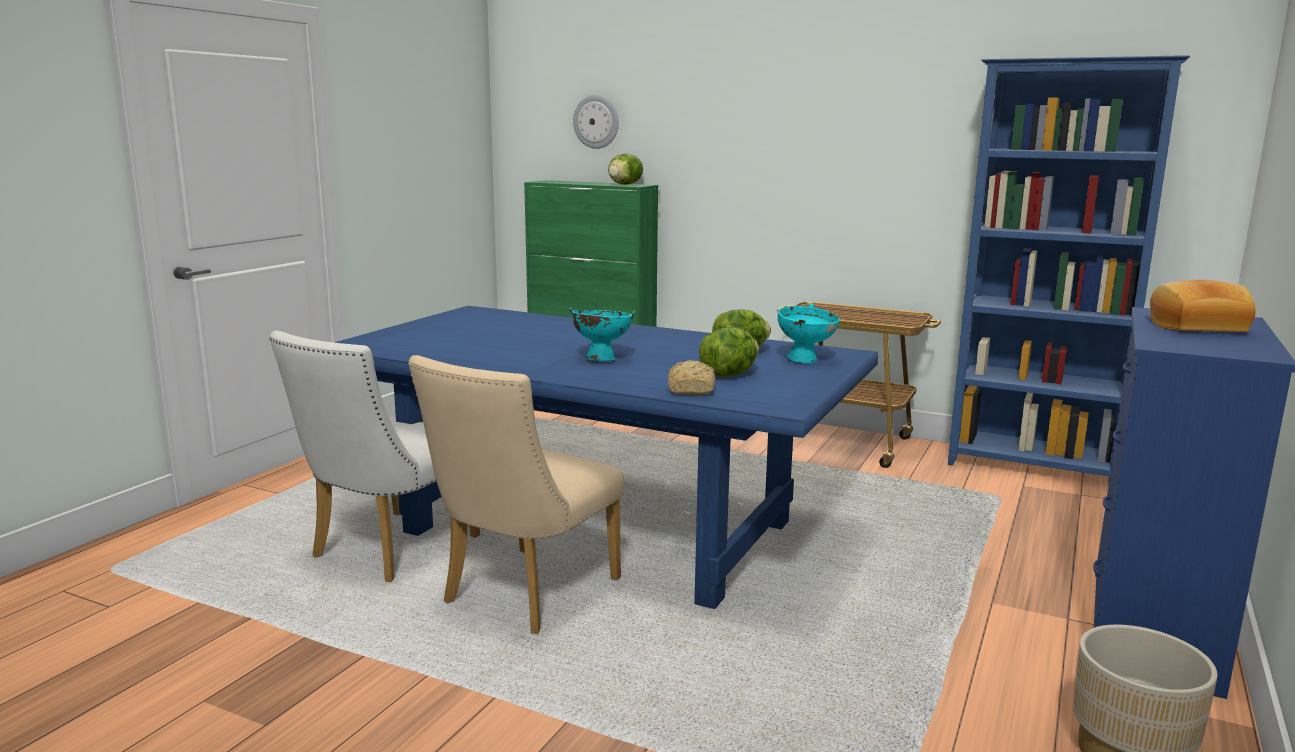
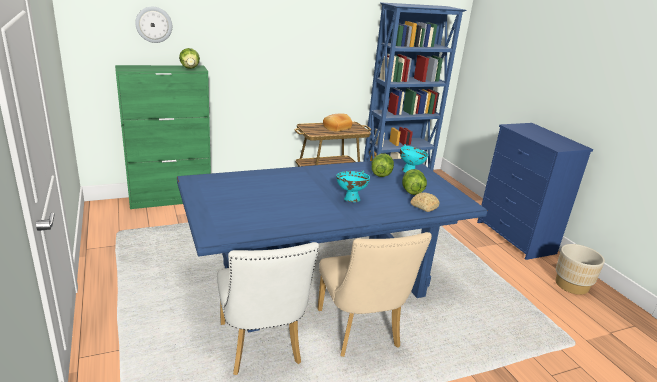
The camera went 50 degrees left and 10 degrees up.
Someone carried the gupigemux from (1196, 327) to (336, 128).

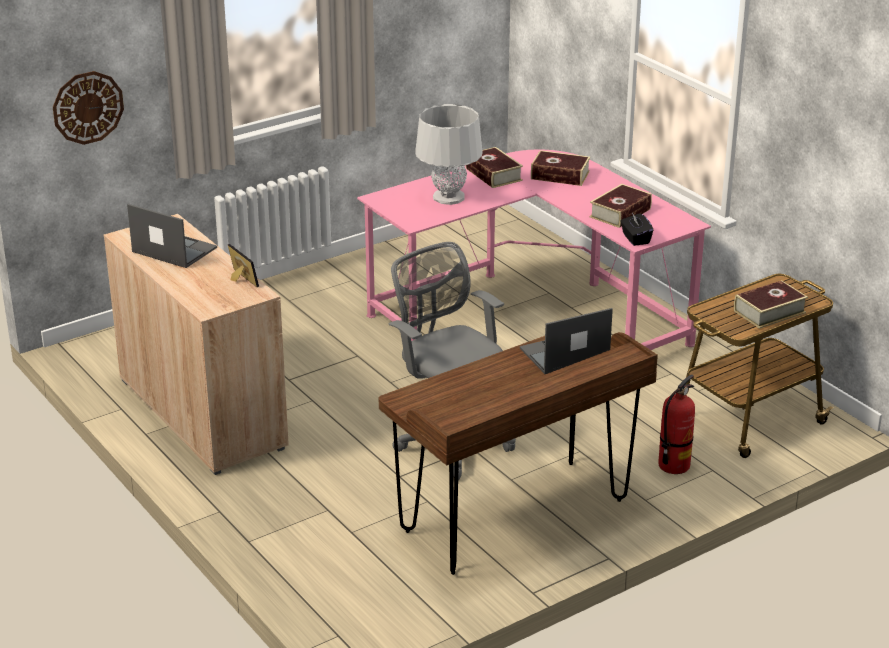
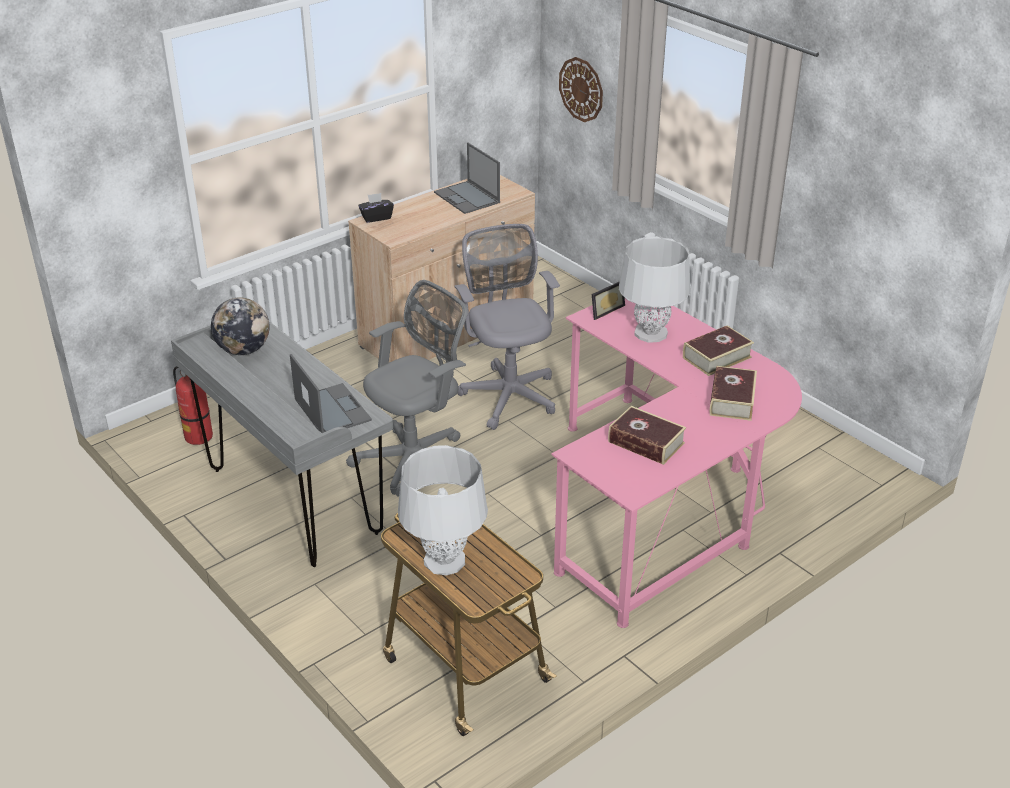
The camera went 85 degrees right and 5 degrees up.
Someone put down the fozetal at (243, 350).
Someone put down the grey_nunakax at (508, 393).
Someone carried the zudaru from (239, 280) to (604, 310).
Someone carried the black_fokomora from (635, 239) to (376, 217).
Someone carried the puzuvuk from (673, 465) to (199, 437).
Someone swapped the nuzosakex at (769, 312) for the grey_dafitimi at (445, 561).
Someone repainted the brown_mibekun at (515, 516), which became the grey_mibekun at (293, 502).
Someone rotated the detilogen at (173, 249) by 120 degrees clockwise.

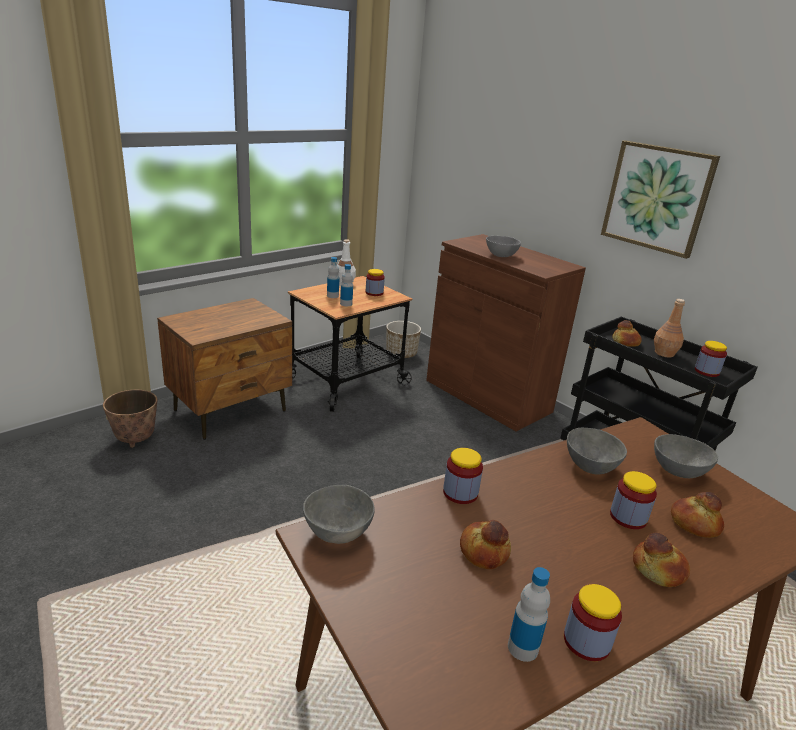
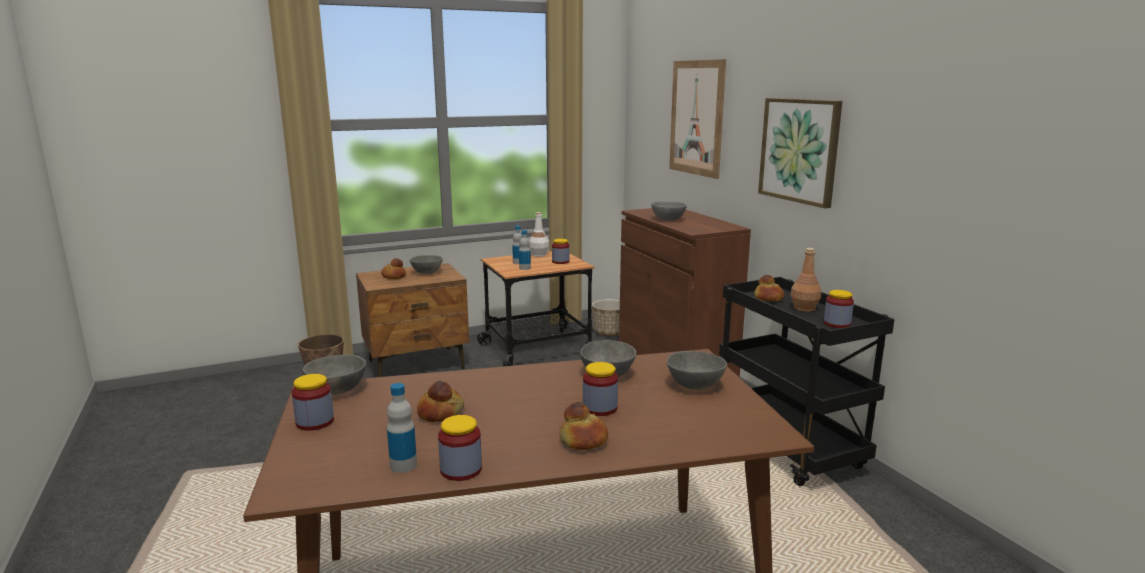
The camera went 20 degrees right and 10 degrees down.
Someone put down the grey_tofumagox at (427, 273).
Someone put up the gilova at (696, 118).
Someone carried the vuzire from (460, 493) to (315, 422).
Someone carried the gupigemux from (694, 524) to (394, 276).

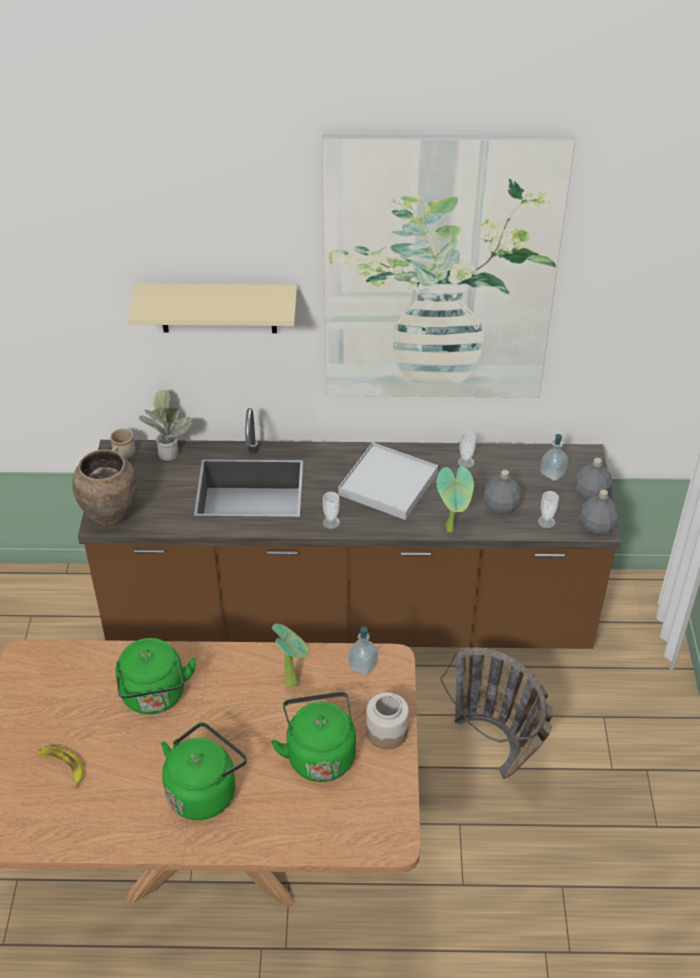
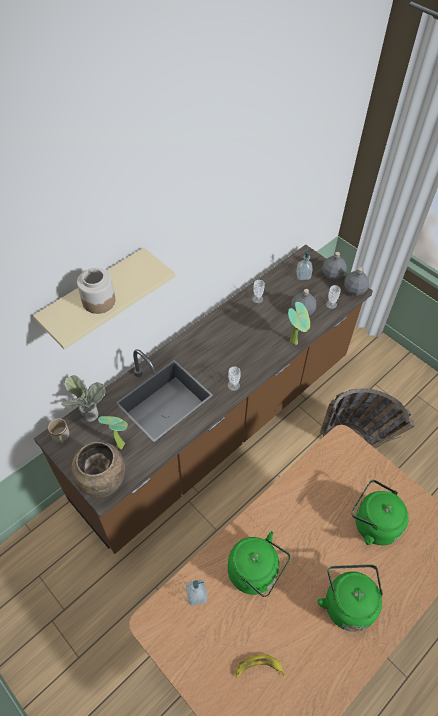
The camera went 45 degrees left and 10 degrees up.
Someone took away the gilova at (439, 274).
Someone took away the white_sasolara at (388, 484).
Someone carried the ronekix from (293, 681) to (120, 443).
Someone carried the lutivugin from (363, 665) to (196, 595).
Someone carried the vuzire from (386, 731) to (98, 301).

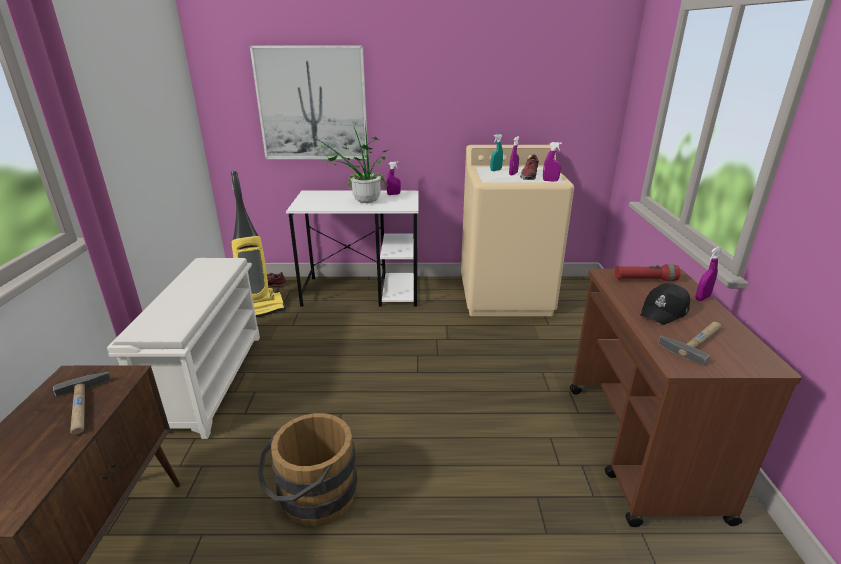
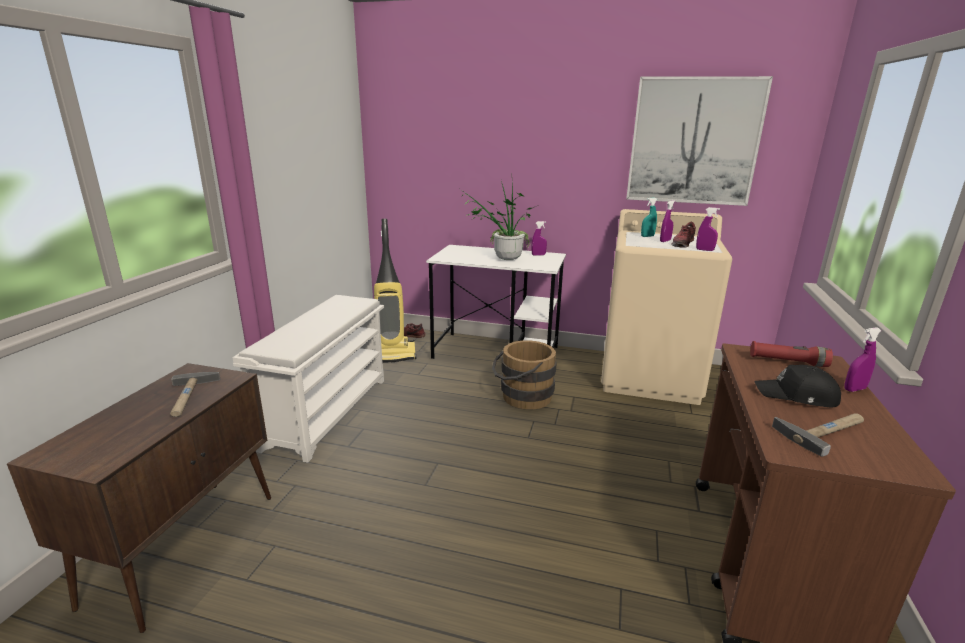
The camera went 15 degrees right and 5 degrees down.
Someone carried the gilova from (312, 104) to (693, 141).
Someone carried the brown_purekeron from (311, 498) to (521, 397).
Someone rotated the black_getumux at (664, 311) by 45 degrees clockwise.

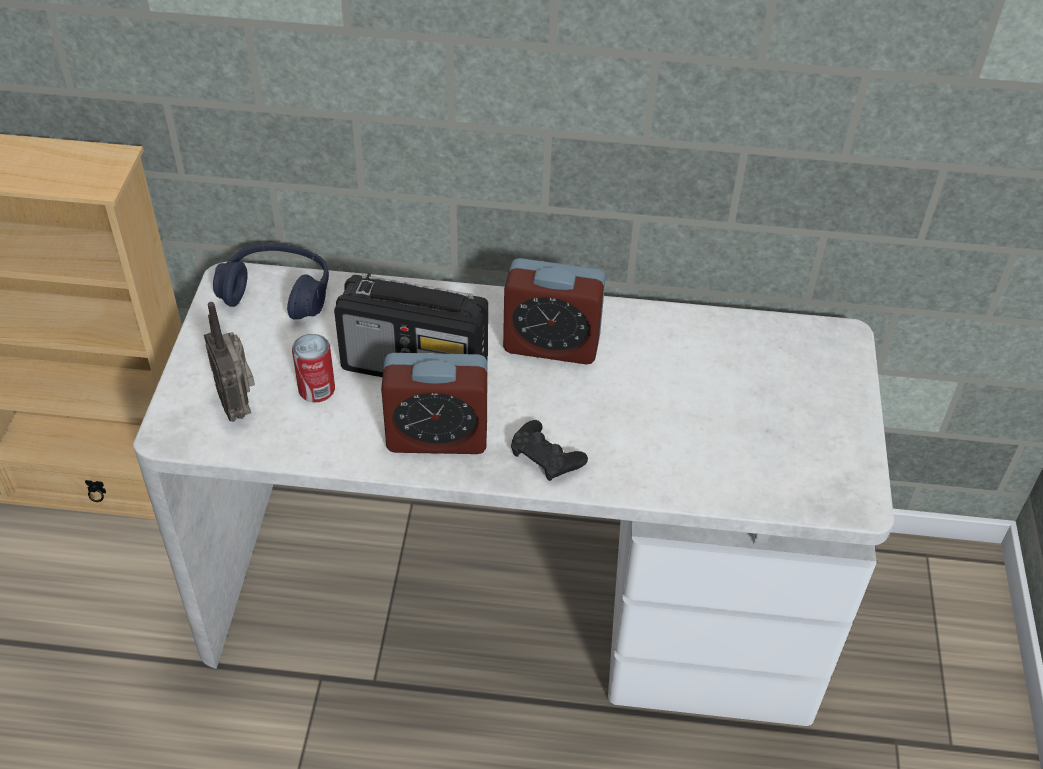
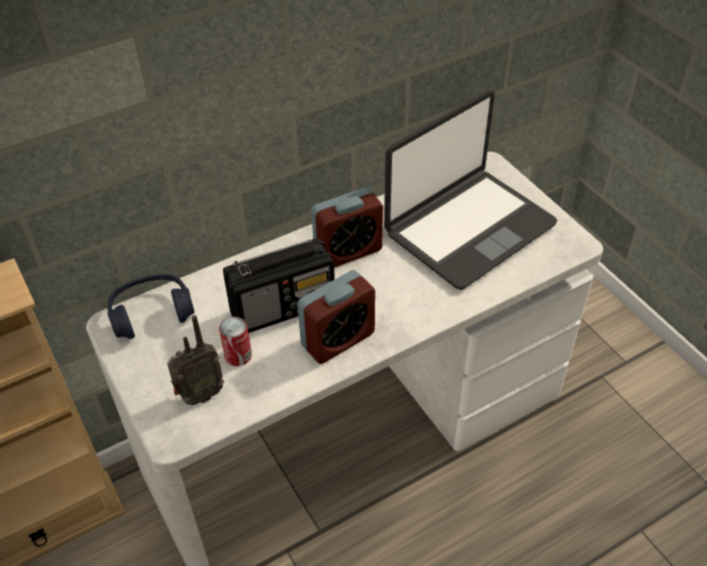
The camera went 35 degrees left and 0 degrees up.
Someone took away the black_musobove at (546, 457).
Someone put down the detilogen at (468, 228).
Someone rotated the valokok at (238, 406) by 60 degrees counterclockwise.

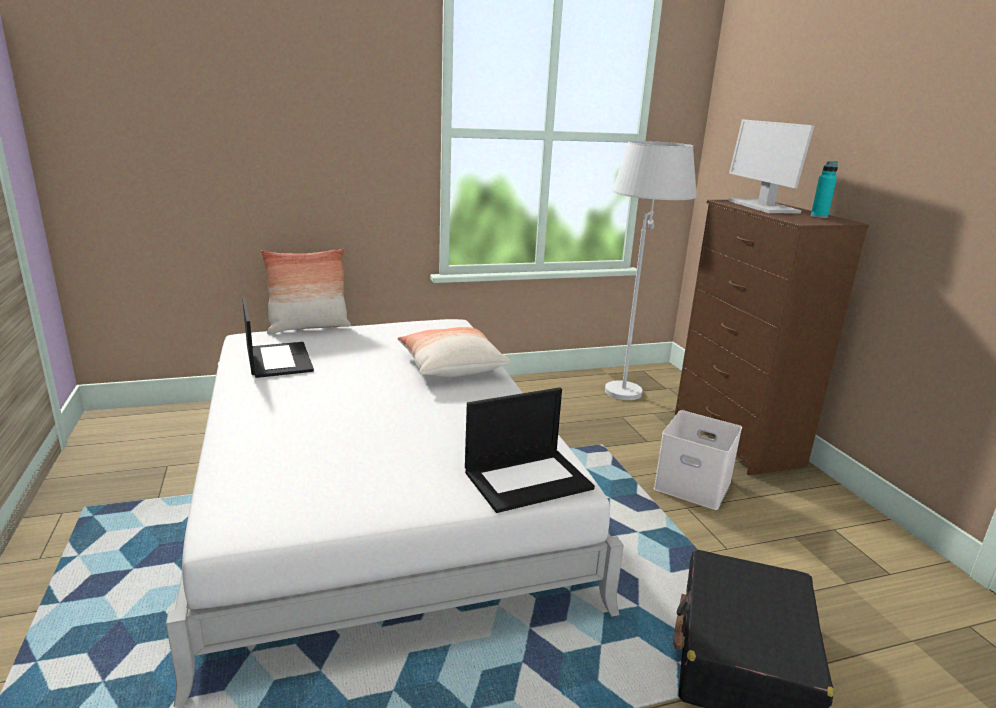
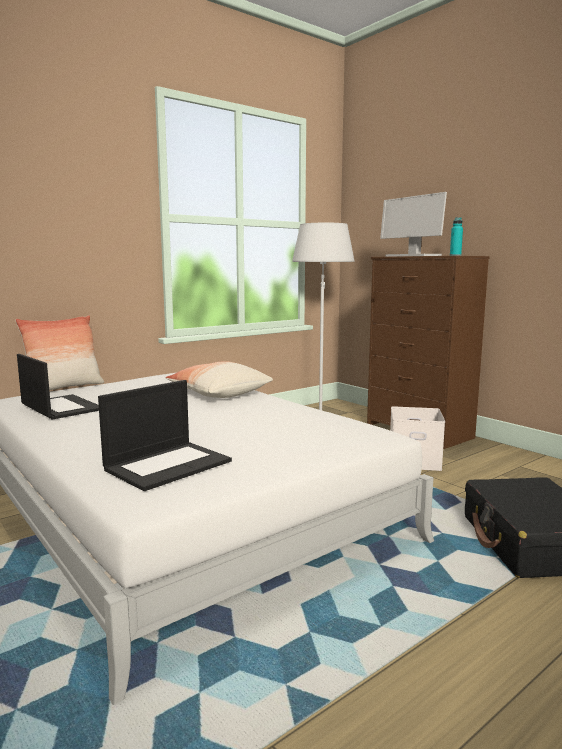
The camera went 20 degrees left and 10 degrees down.
Someone carried the detilogen from (528, 479) to (168, 465).

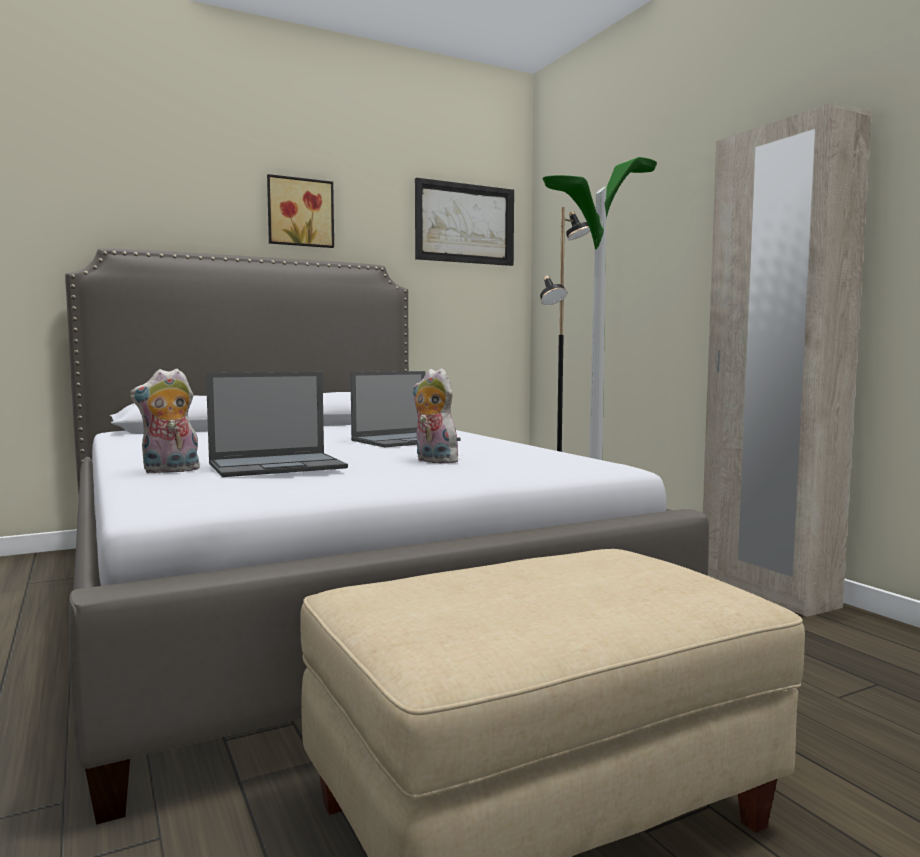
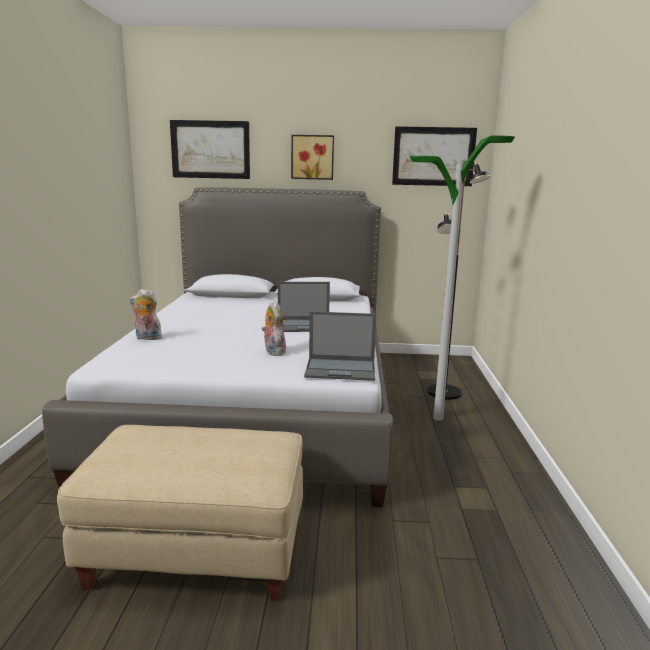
The camera went 30 degrees right and 10 degrees up.
Someone took away the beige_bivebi at (766, 592).
Someone put up the gilova at (210, 149).
Someone carried the detilogen from (278, 465) to (341, 369).

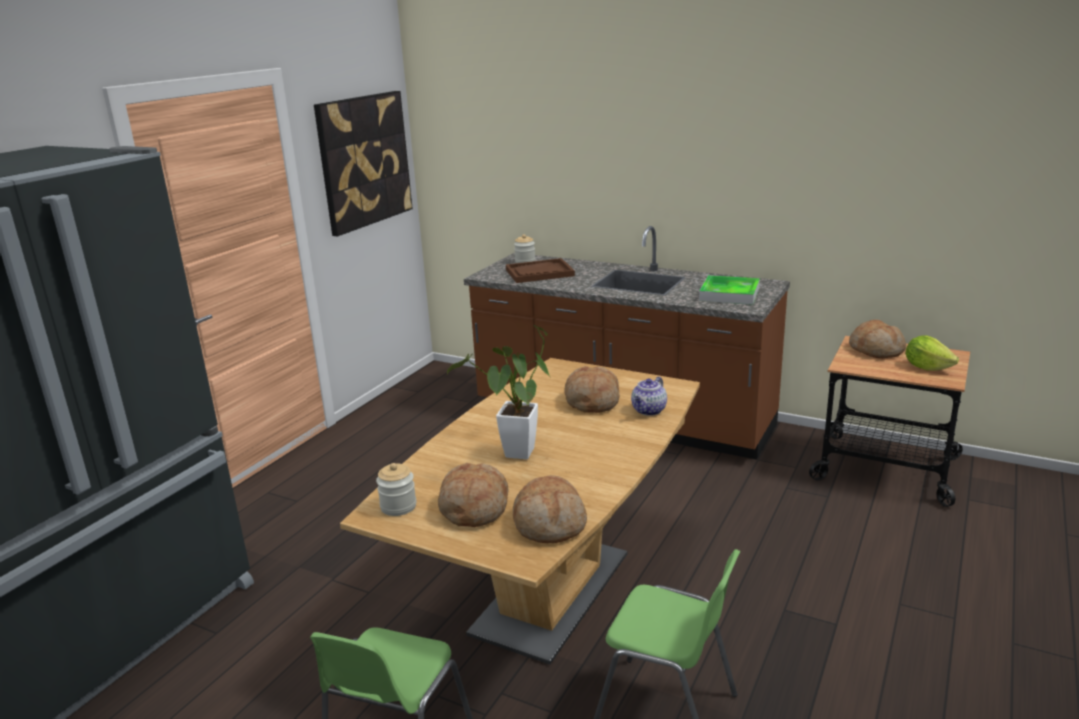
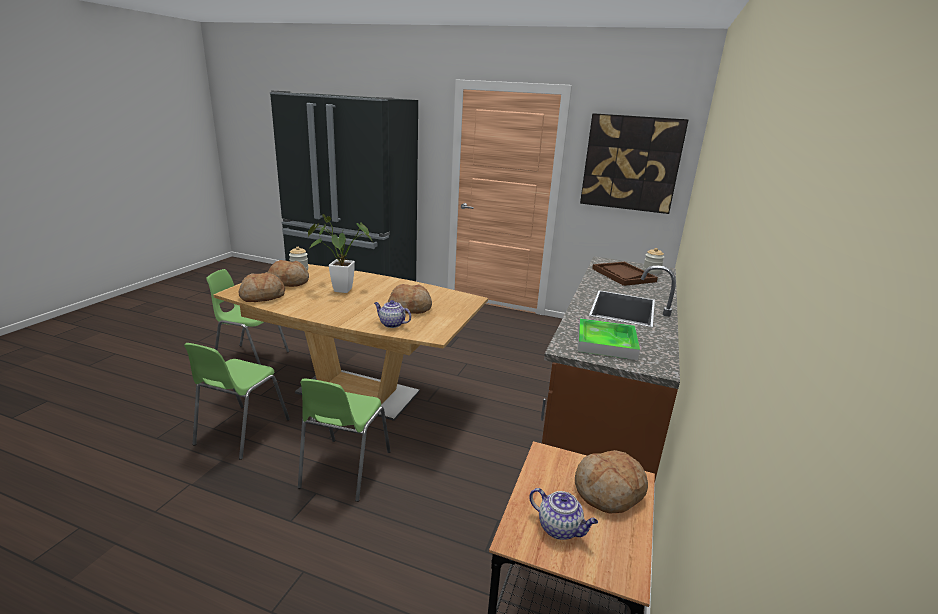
The camera went 80 degrees right and 0 degrees up.
Someone put down the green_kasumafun at (344, 469).
Someone swapped the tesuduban at (927, 367) for the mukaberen at (560, 528).

